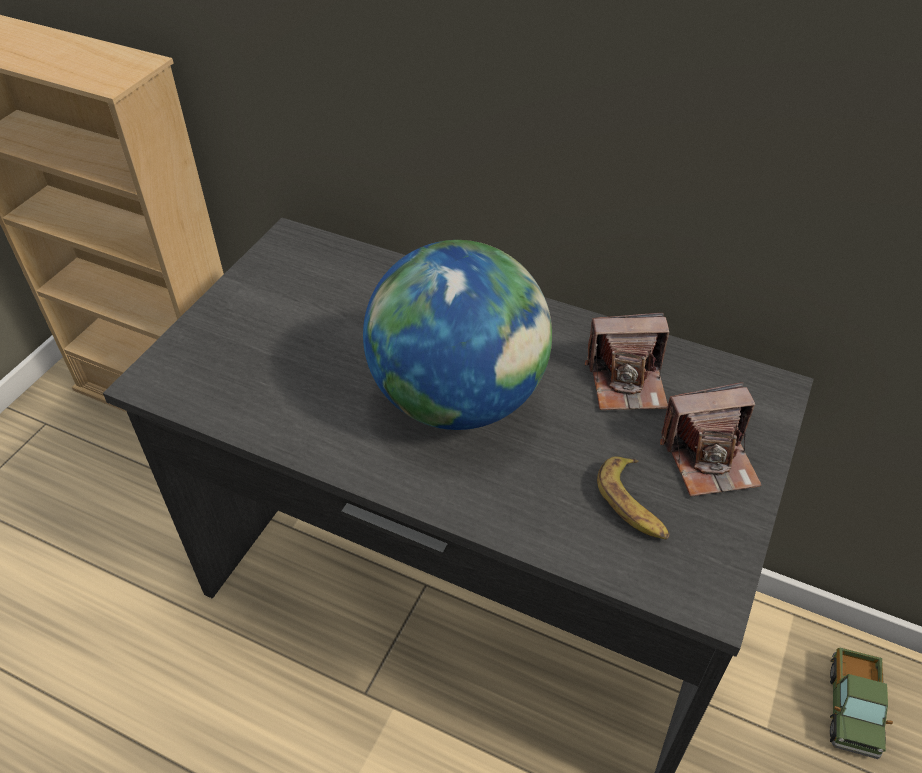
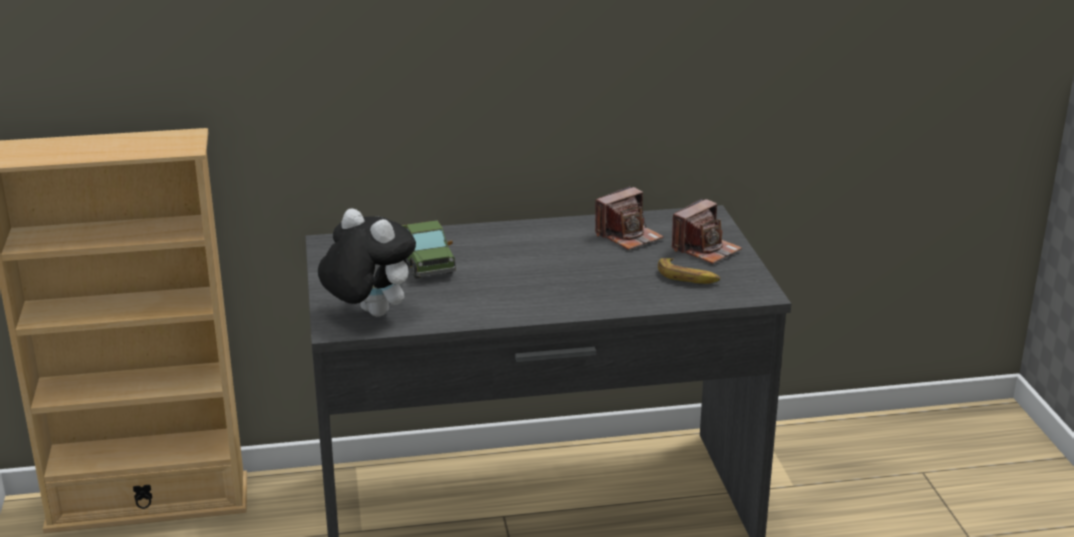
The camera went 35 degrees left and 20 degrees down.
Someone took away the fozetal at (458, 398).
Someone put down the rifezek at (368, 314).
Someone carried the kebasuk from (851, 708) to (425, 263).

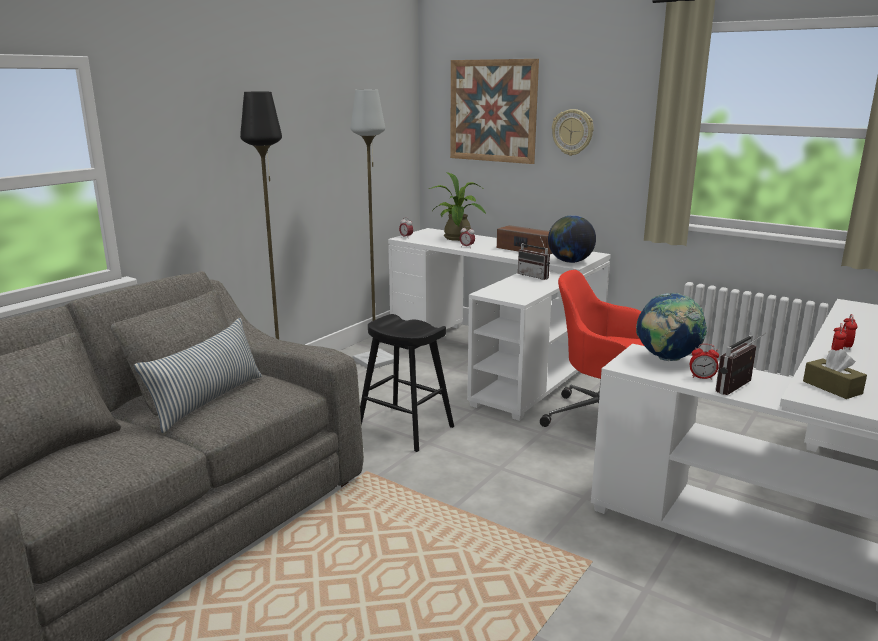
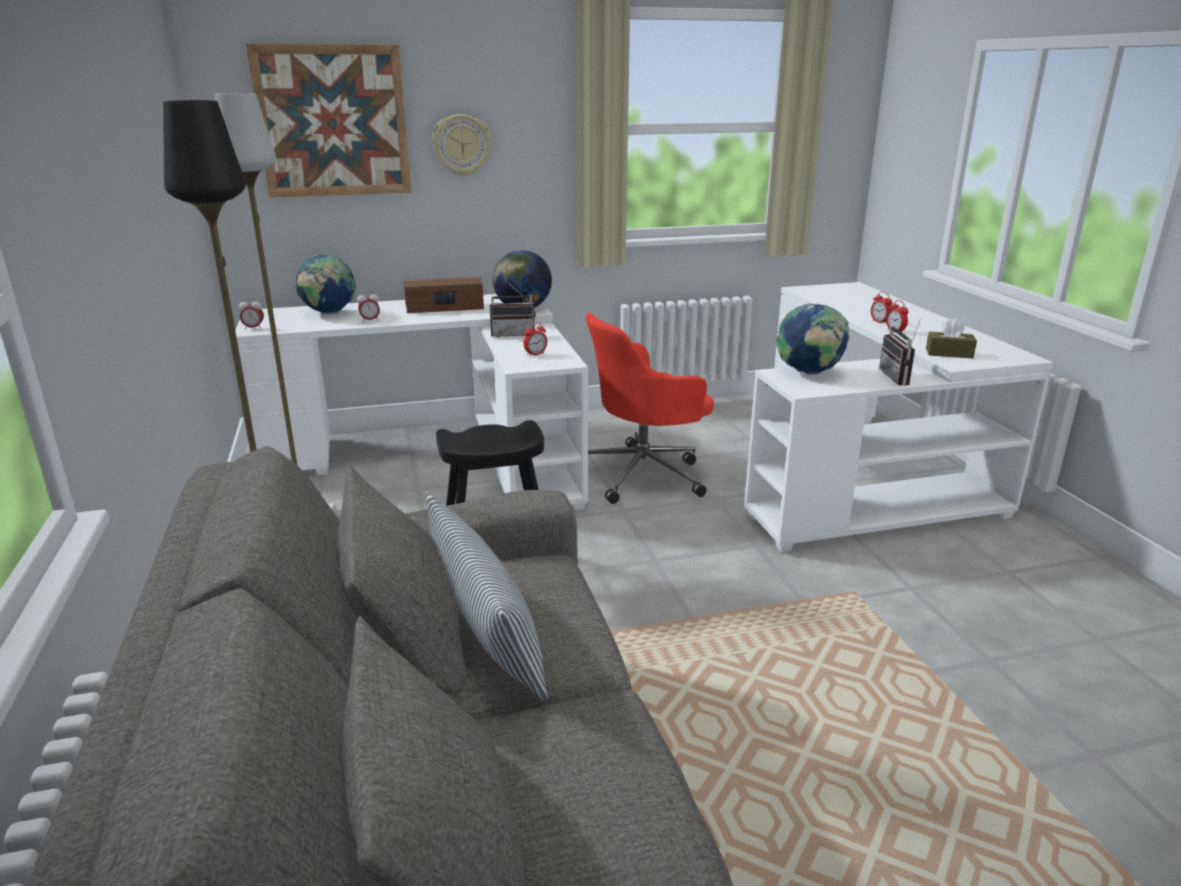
The camera went 50 degrees left and 5 degrees up.
Someone carried the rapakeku from (702, 377) to (535, 354).
Someone swapped the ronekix at (458, 239) for the fozetal at (329, 314).

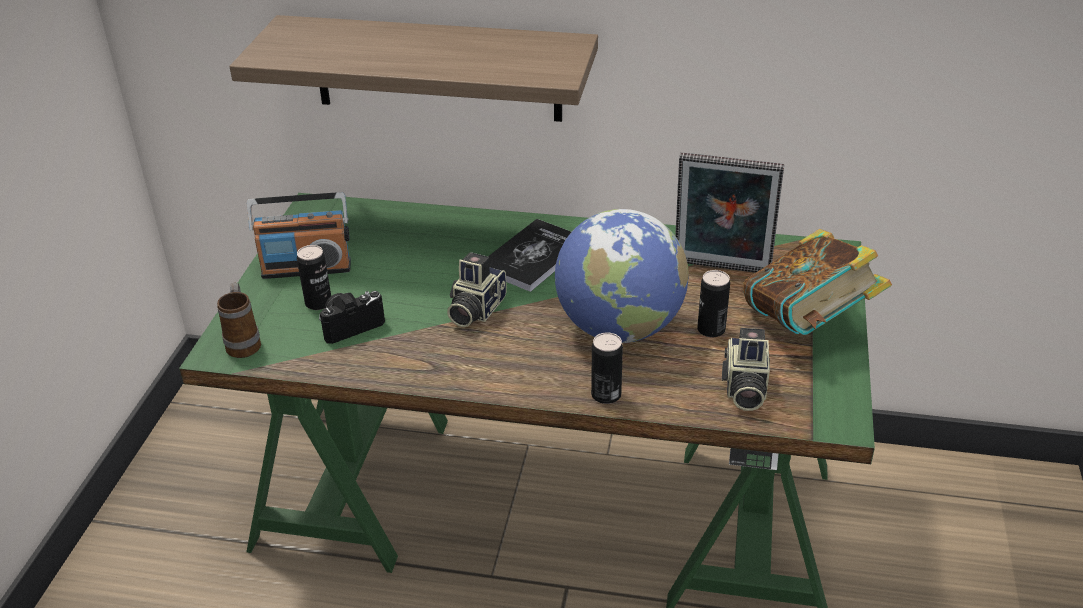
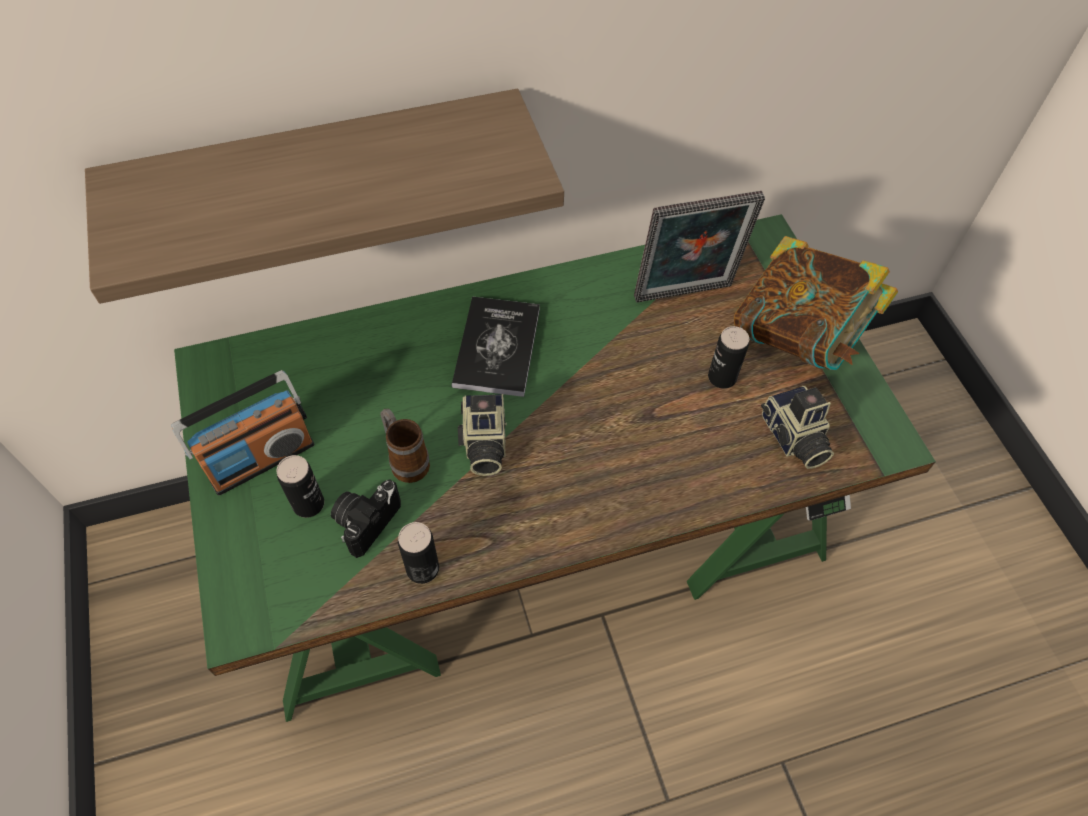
The camera went 30 degrees left and 20 degrees up.
Someone took away the fozetal at (619, 328).
Someone carried the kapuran from (244, 342) to (406, 460).
Someone carried the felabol from (606, 395) to (422, 568).

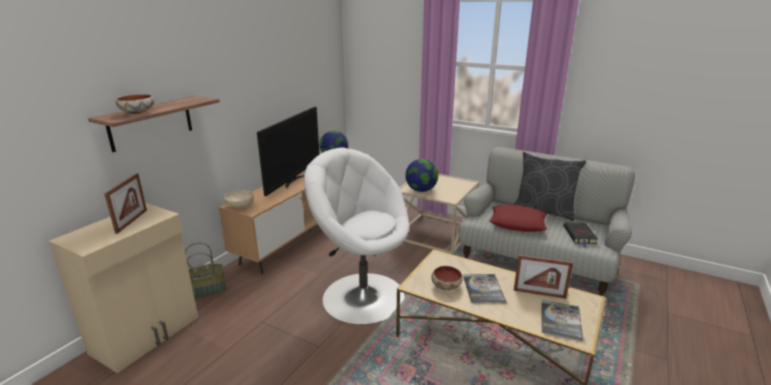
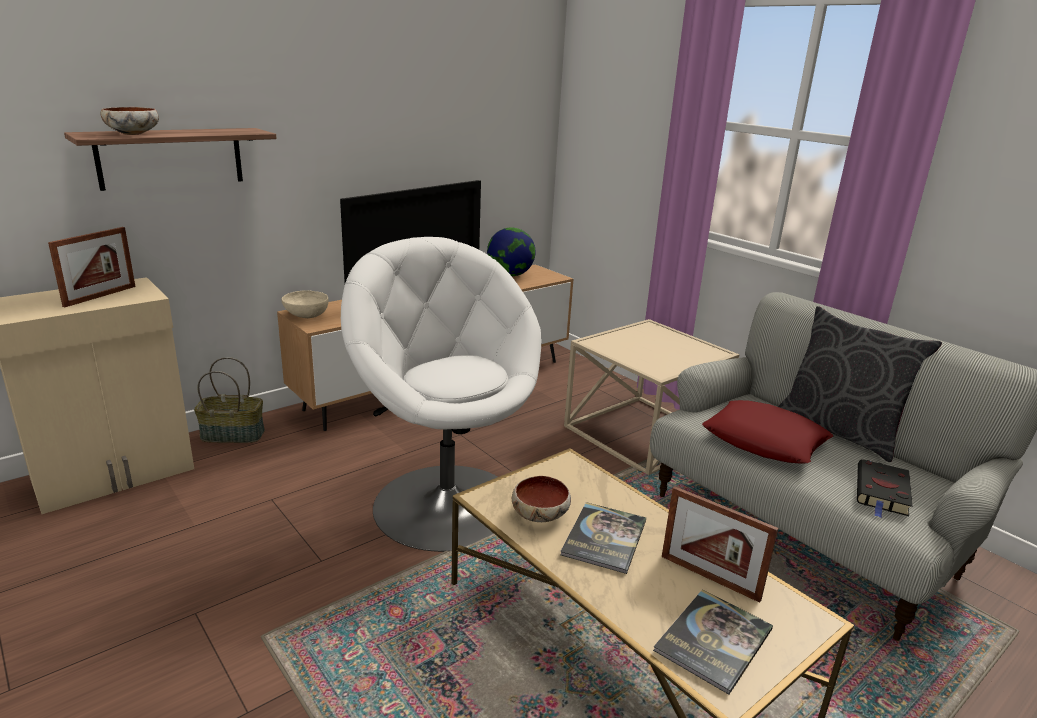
The camera went 20 degrees right and 0 degrees up.
Someone took away the fozetal at (421, 190).

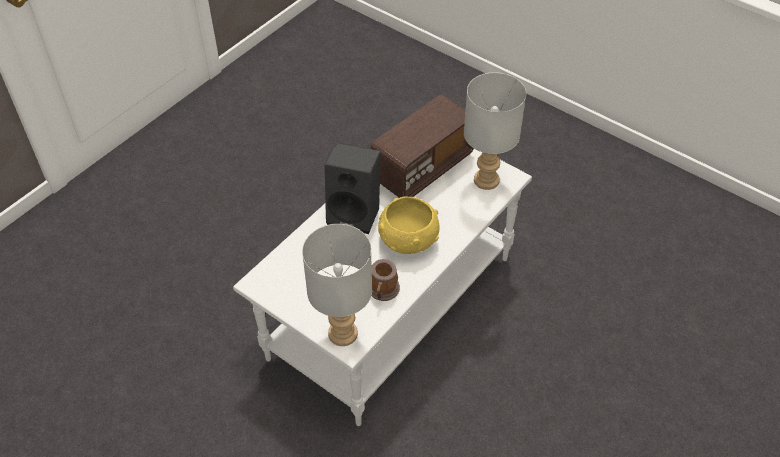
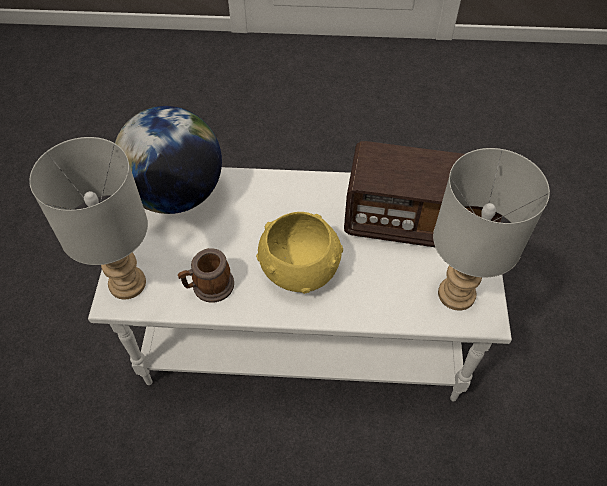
The camera went 55 degrees right and 5 degrees up.
Someone took away the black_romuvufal at (356, 213).
Someone put down the fozetal at (176, 194).

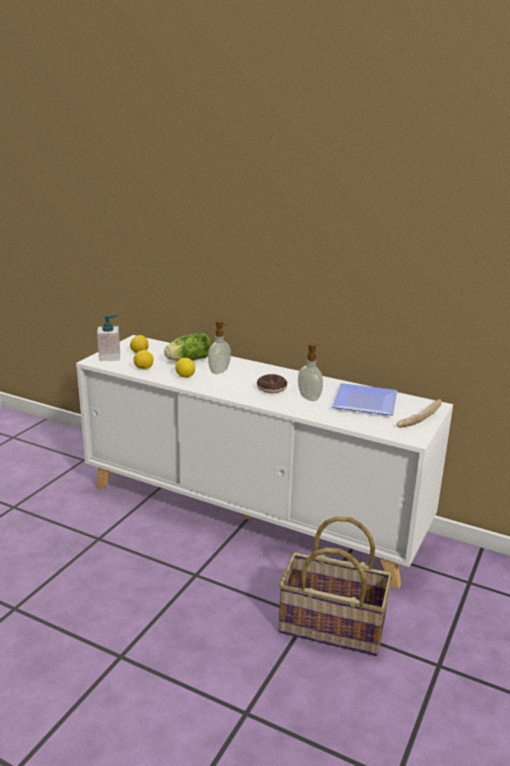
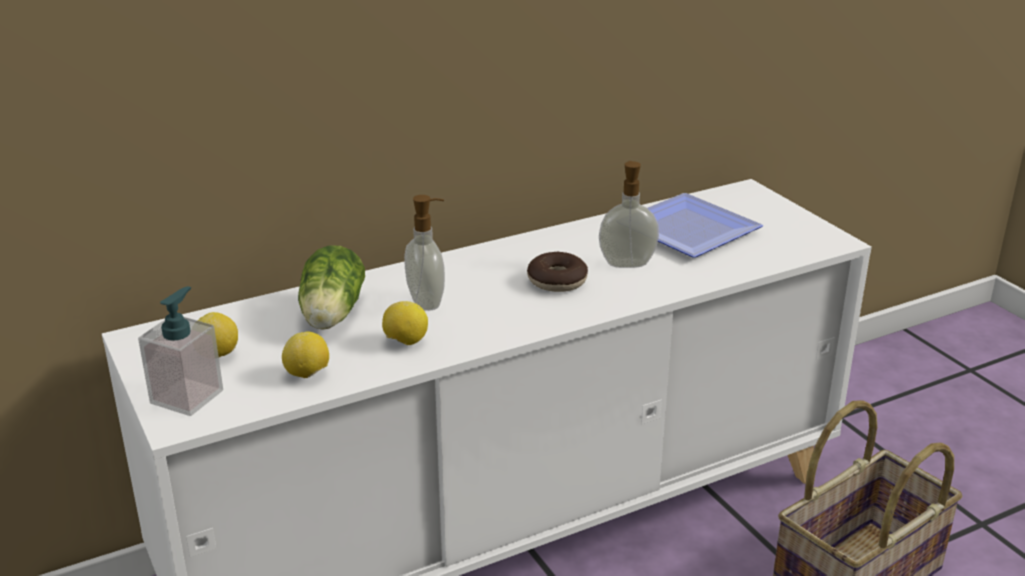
The camera went 55 degrees left and 5 degrees up.
Someone took away the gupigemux at (418, 419).

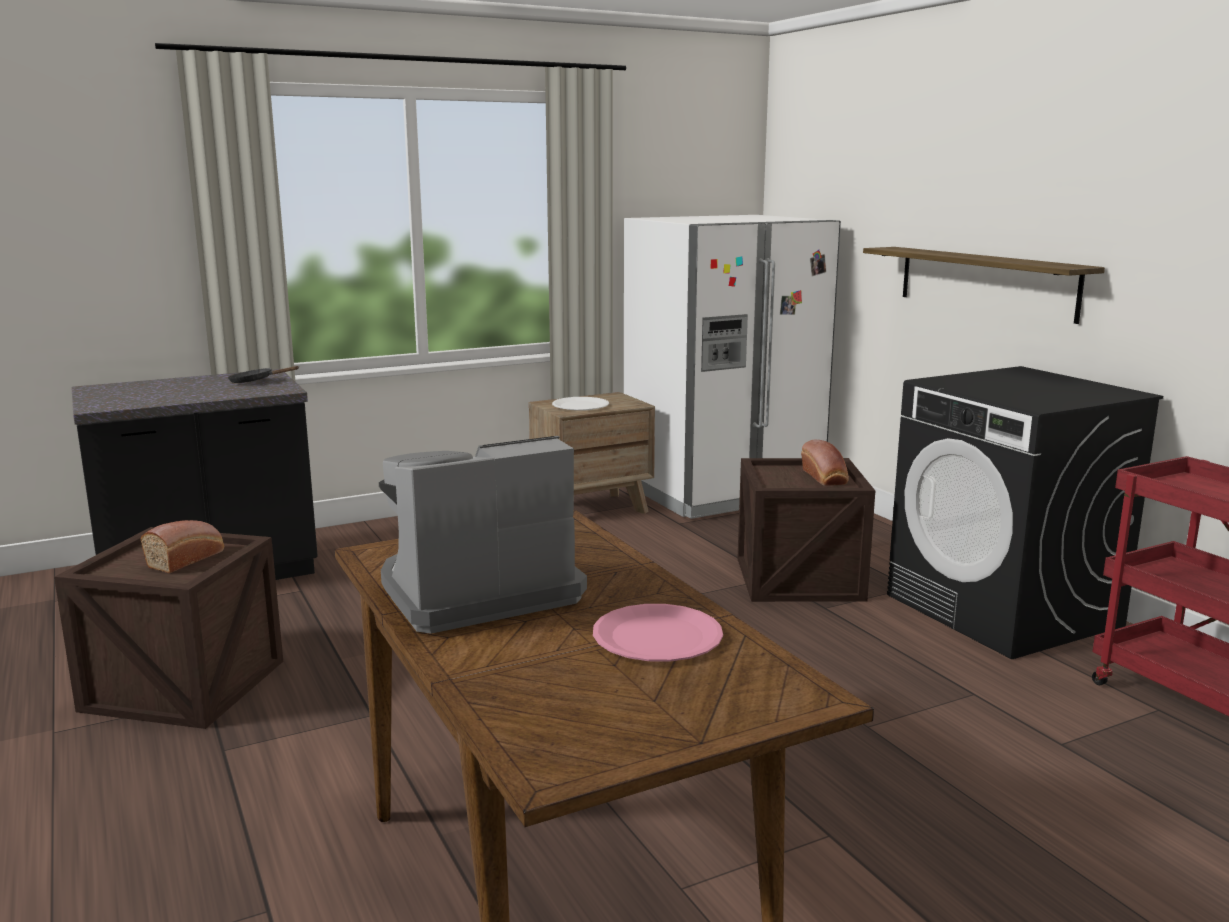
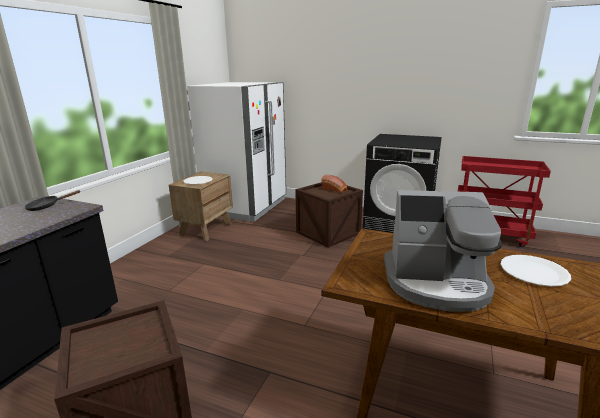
The camera went 40 degrees left and 5 degrees up.
Someone took away the gupigemux at (188, 559).
Someone took away the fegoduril at (985, 282).
Someone repainted the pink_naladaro at (657, 637), which became the white_naladaro at (534, 272).
Someone rotated the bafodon at (476, 592) by 105 degrees counterclockwise.

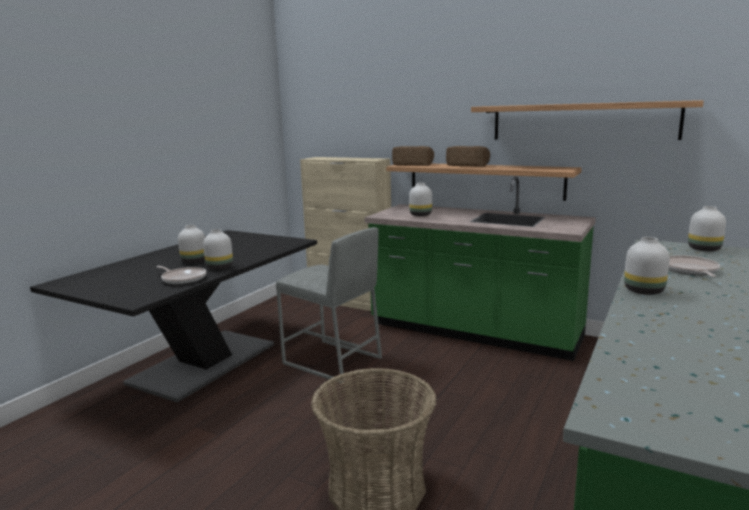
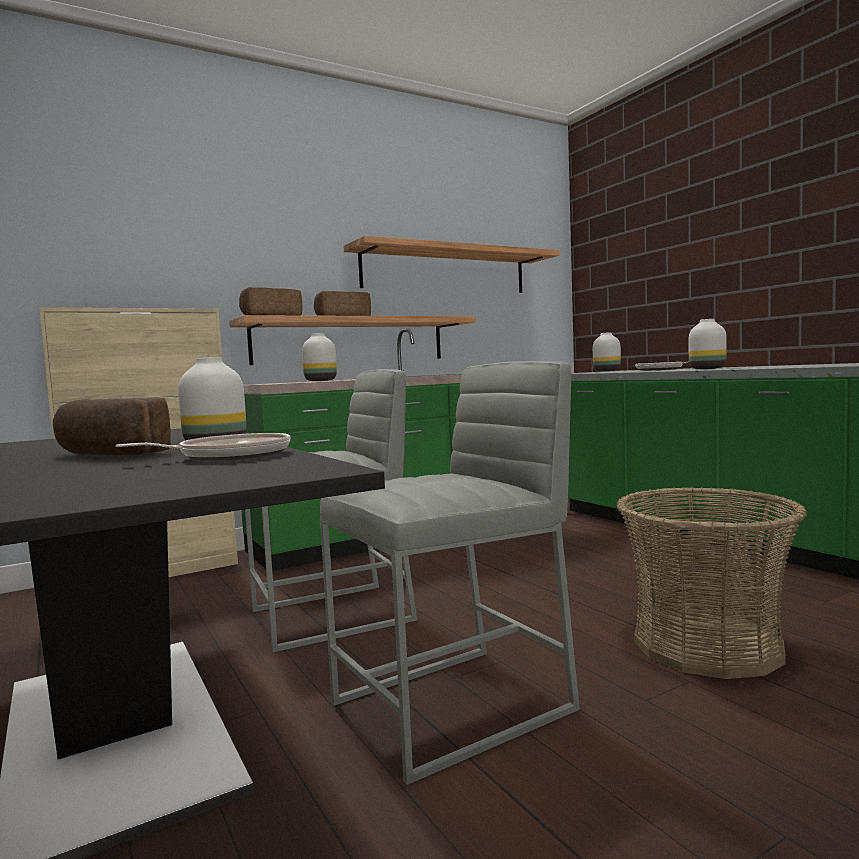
The camera went 60 degrees left and 10 degrees down.
Someone put down the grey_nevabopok at (455, 706).
Someone swapped the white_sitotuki at (195, 261) for the gupigemux at (108, 454).

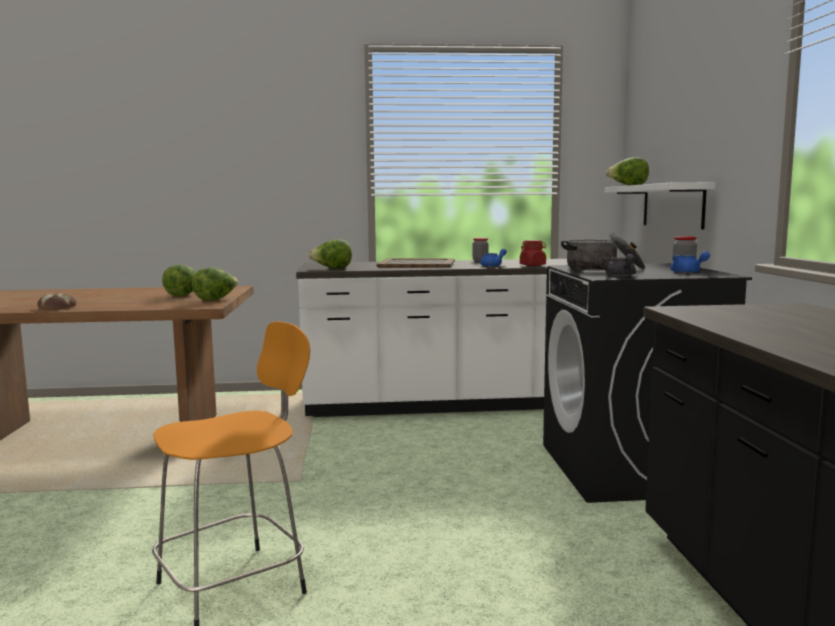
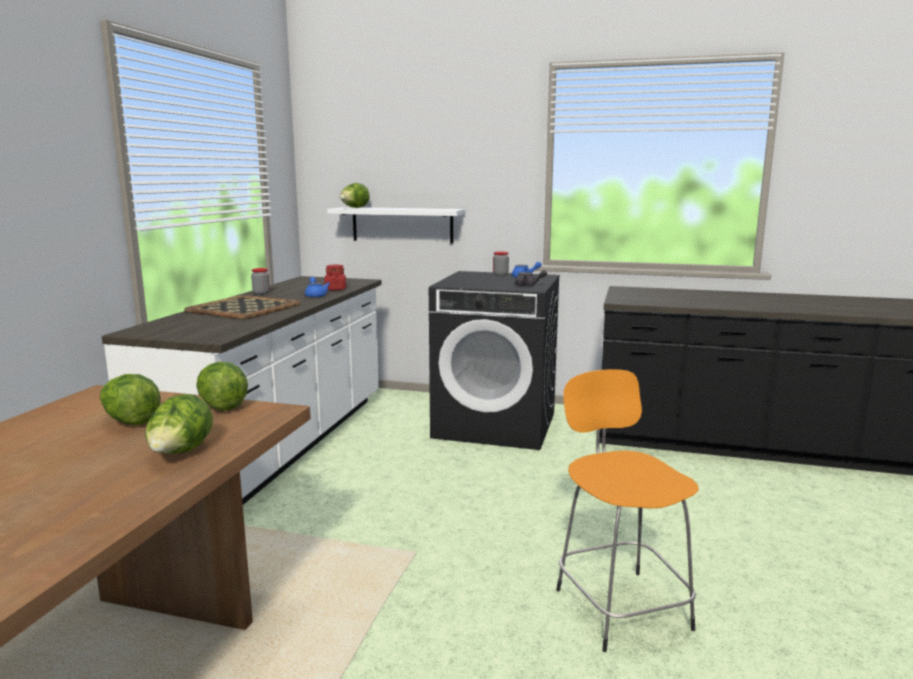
The camera went 70 degrees left and 5 degrees up.
Someone took away the gupigemux at (58, 307).
Someone took away the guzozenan at (603, 268).
Someone carried the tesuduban from (332, 268) to (180, 454).

